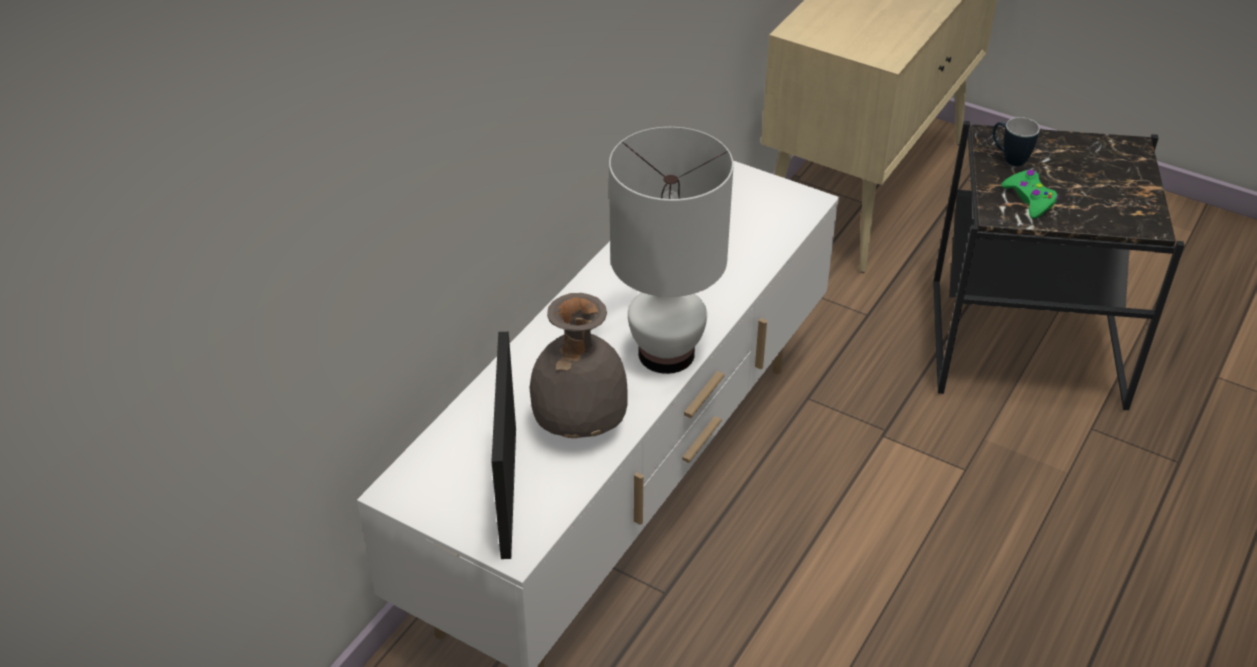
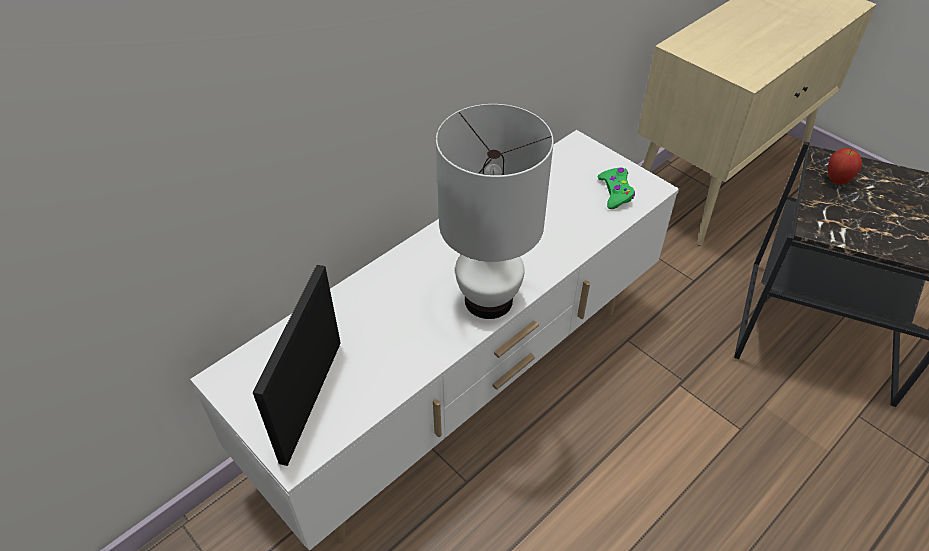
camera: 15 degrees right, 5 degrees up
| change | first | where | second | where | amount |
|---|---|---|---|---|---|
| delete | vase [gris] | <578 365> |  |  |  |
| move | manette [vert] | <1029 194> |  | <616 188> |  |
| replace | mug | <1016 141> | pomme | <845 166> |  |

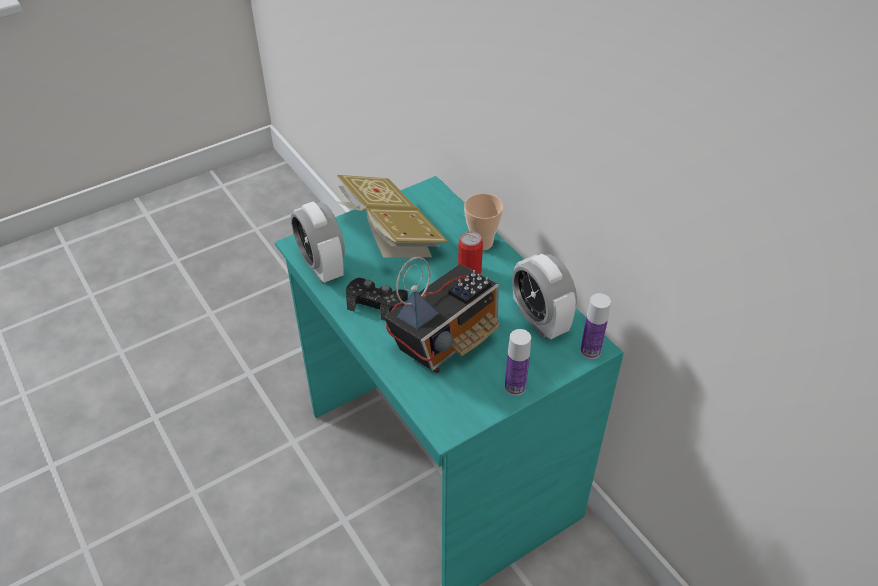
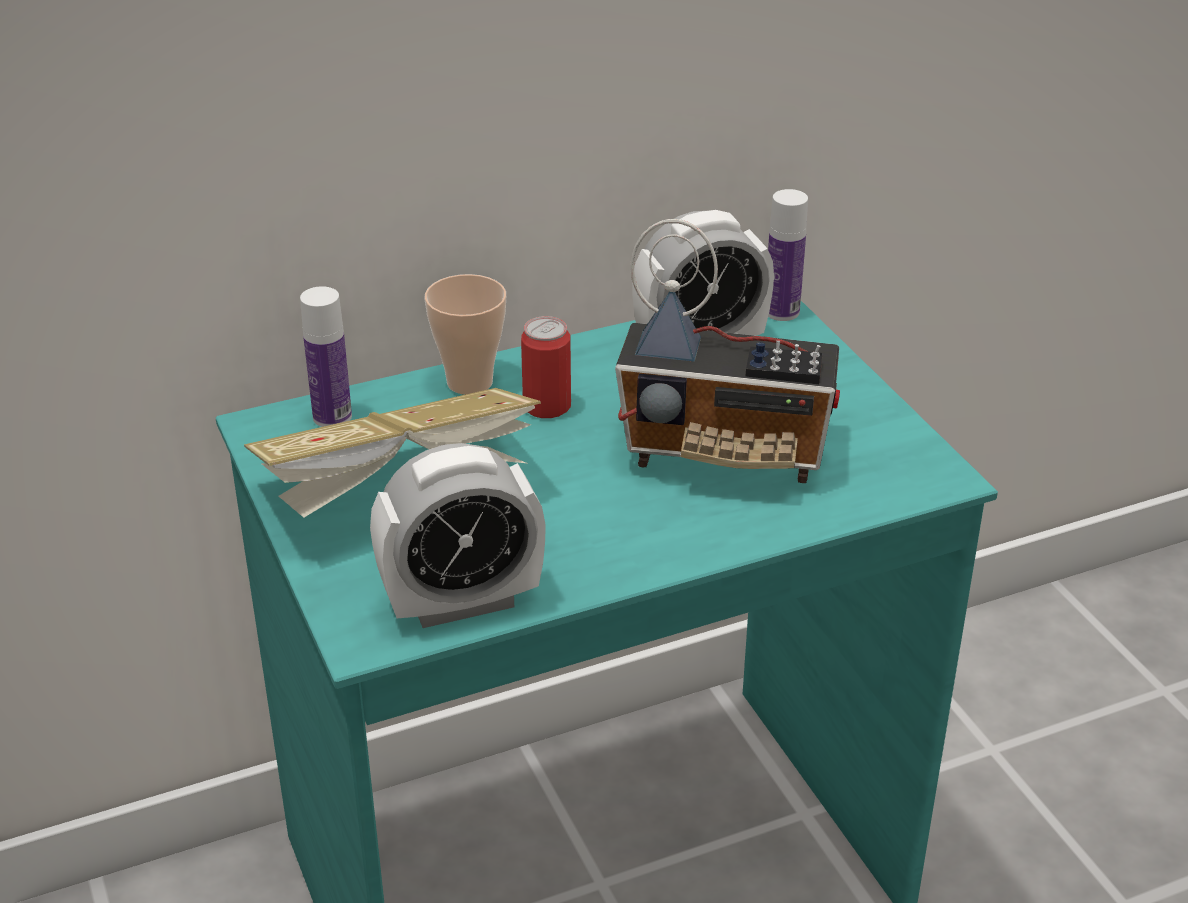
camera: 80 degrees left, 10 degrees down
| change | first | where | second | where | amount |
|---|---|---|---|---|---|
| delete | manette [noir] | <377 299> |  |  |  |
| move | bouteille | <518 362> |  | <326 356> |  |
| rotate | radio | <442 314> |  | <727 351> | 135 degrees clockwise |

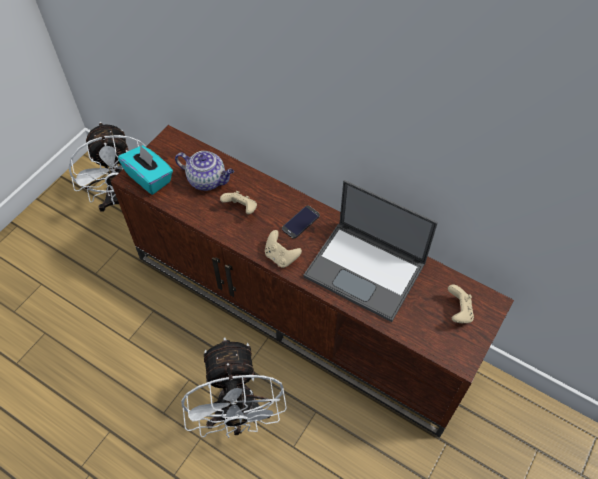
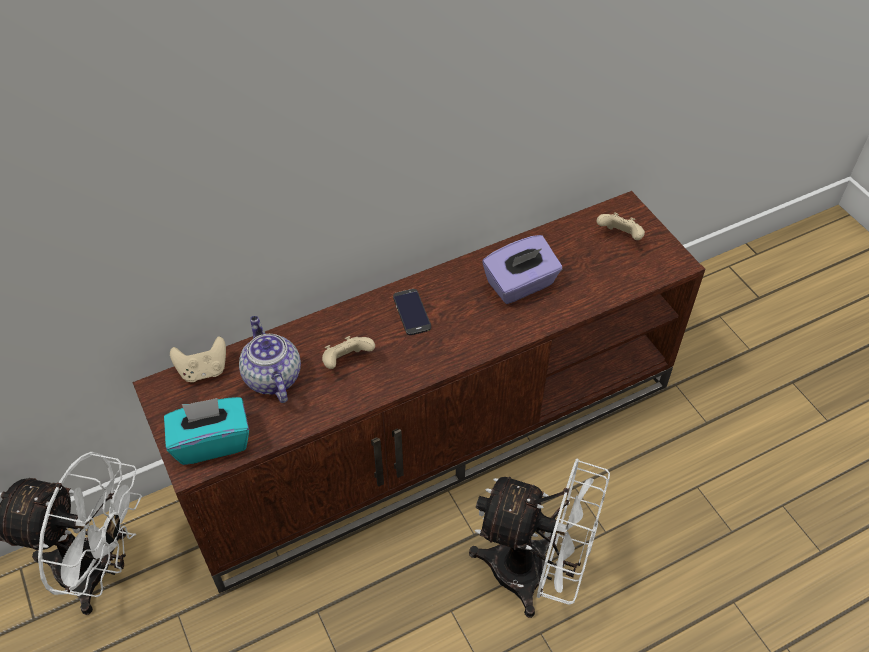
camera: 60 degrees left, 5 degrees down
| change | first | where | second | where | amount |
|---|---|---|---|---|---|
| move | manette [beige] | <283 249> |  | <198 359> |  |
| replace | ordinateur portable | <370 251> | boîte à mouchoirs [violet] | <522 269> |  |
| rotate | théière | <204 171> |  | <270 359> | 75 degrees counterclockwise |

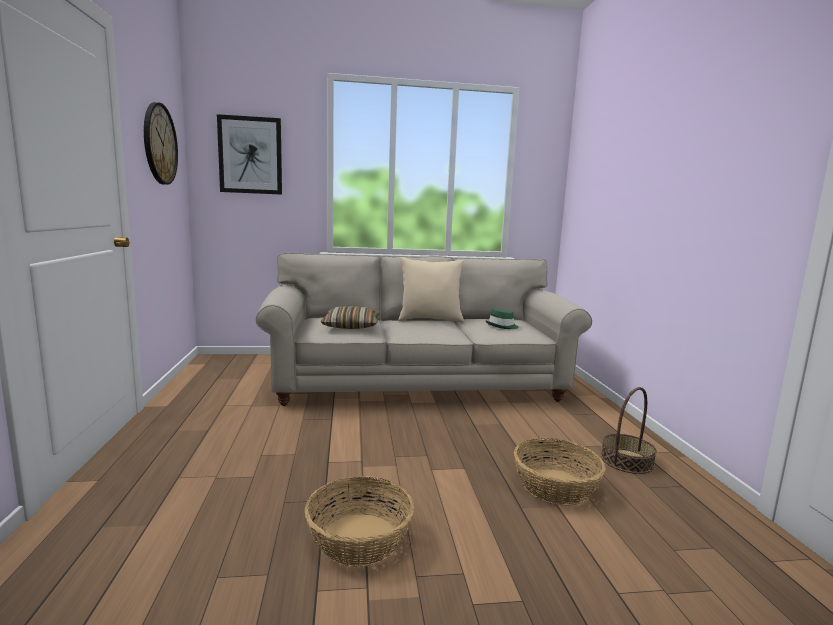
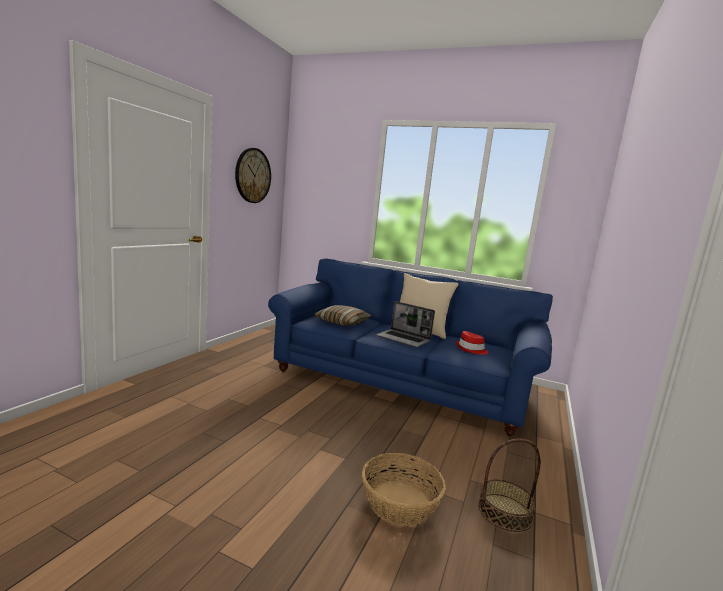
camera: 30 degrees right, 0 degrees up
| change | first | where | second | where | amount |
|---|---|---|---|---|---|
| delete | tableau | <249 154> |  |  |  |
| delete | panier | <359 521> |  |  |  |
| insert |  |  | ordinateur portable | <405 324> |  |
| recolor | canapé [beige] | <424 329> | canapé [bleu] | <410 347> |  |
| recolor | chapeau [vert] | <502 318> | chapeau [rouge] | <472 343> |  |

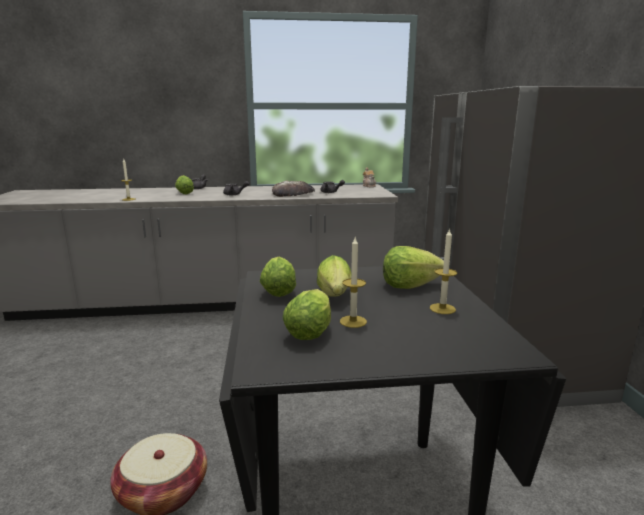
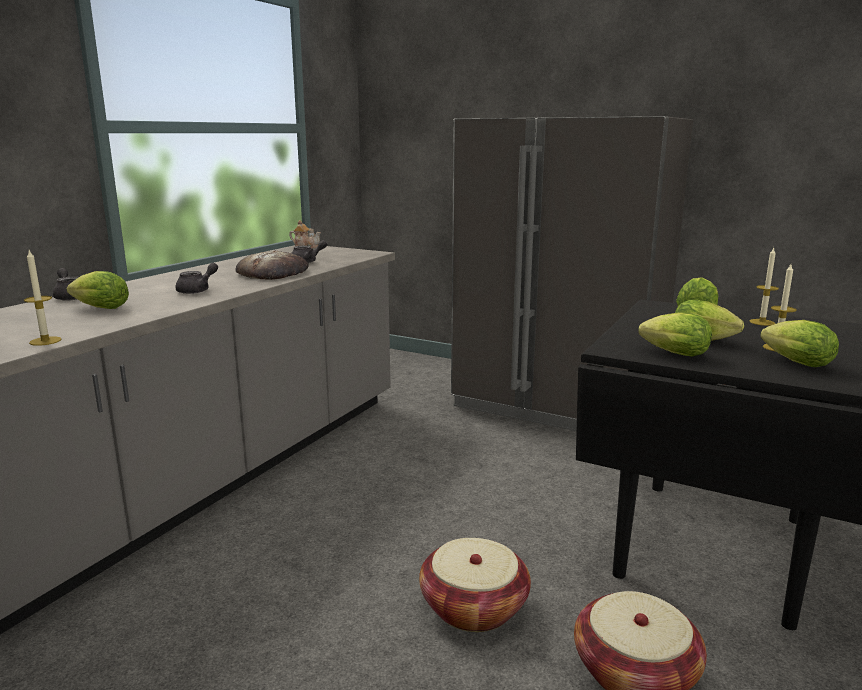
camera: 55 degrees left, 0 degrees up
| change | first | where | second | where | amount |
|---|---|---|---|---|---|
| insert |  |  | panier | <475 585> |  |

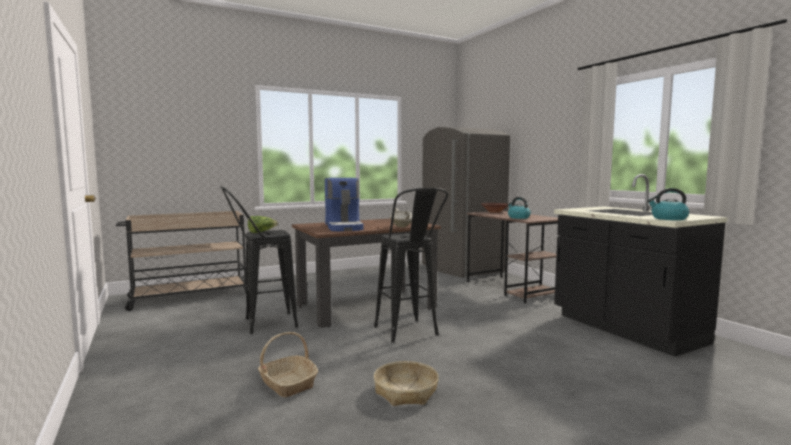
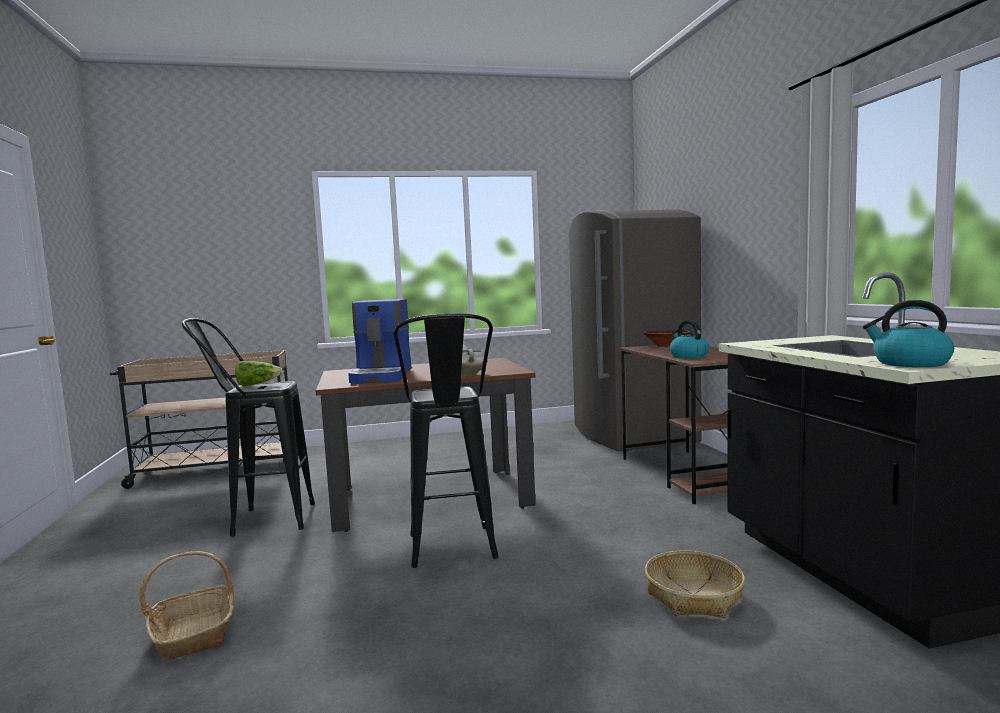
camera: 15 degrees right, 0 degrees up
| change | first | where | second | where | amount |
|---|---|---|---|---|---|
| move | panier | <406 383> |  | <695 584> |  |

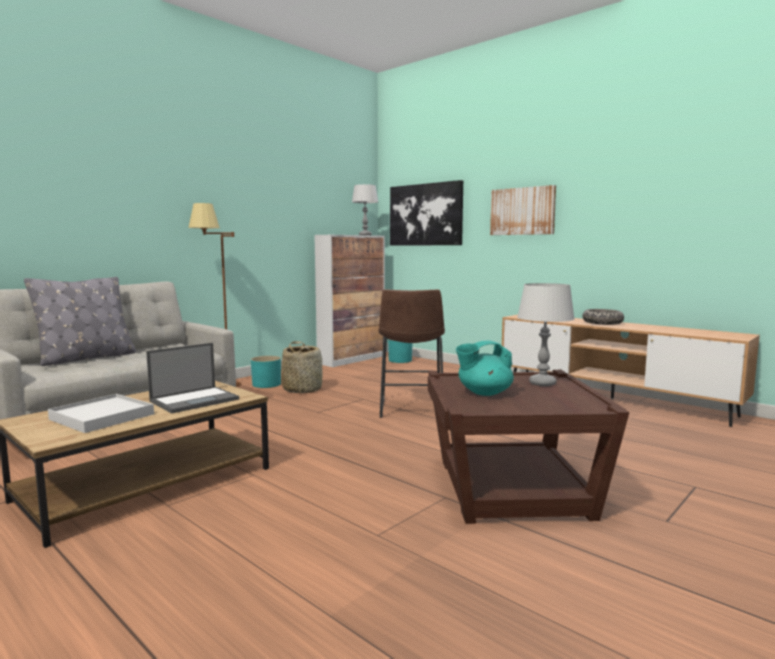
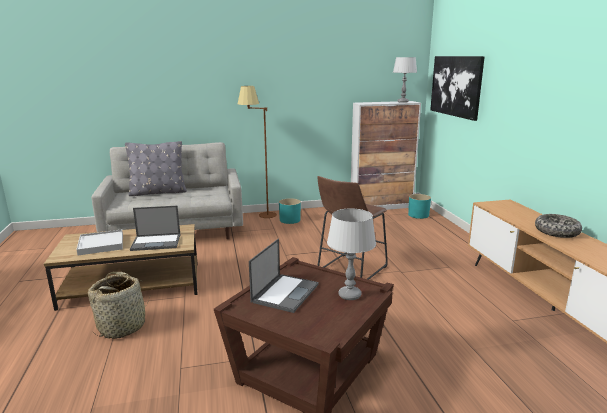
camera: 35 degrees right, 10 degrees up
| change | first | where | second | where | amount |
|---|---|---|---|---|---|
| delete | tableau | <523 210> |  |  |  |
| move | panier | <301 367> |  | <118 305> |  |
| replace | théière [turquoise] | <485 368> | ordinateur portable | <284 276> |  |

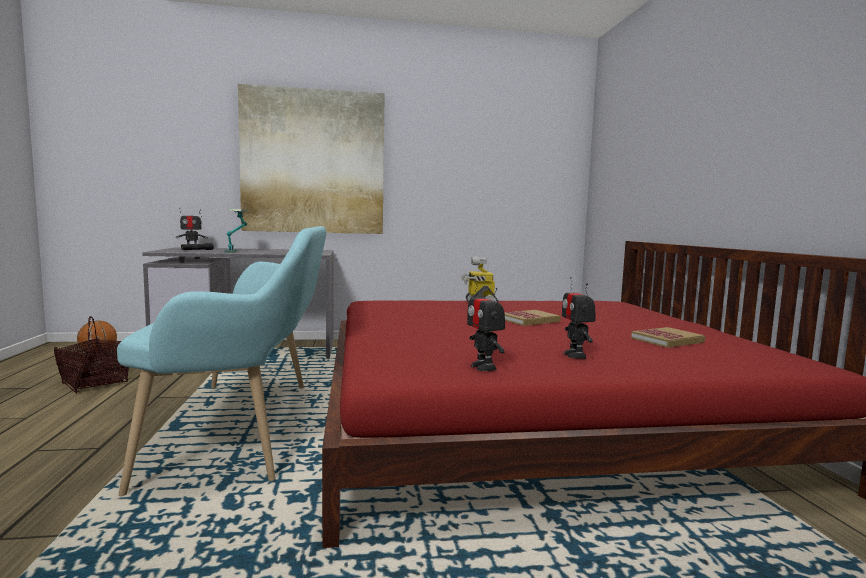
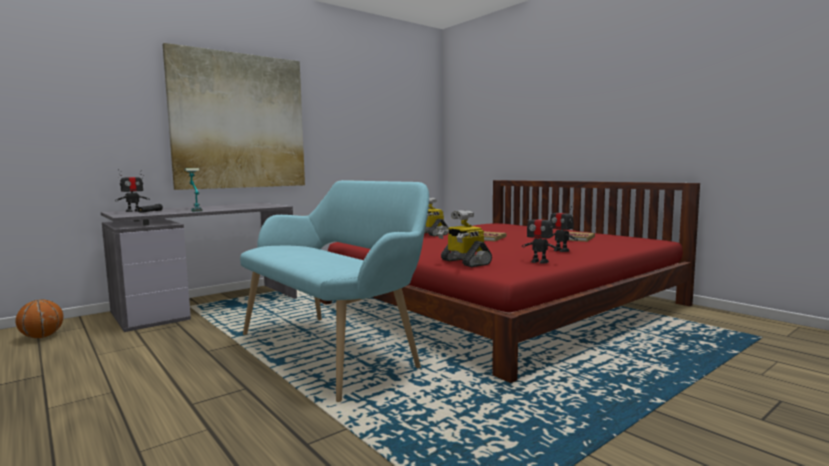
camera: 30 degrees left, 0 degrees up
| change | first | where | second | where | amount |
|---|---|---|---|---|---|
| delete | panier | <91 354> |  |  |  |
| insert |  |  | robot jouet | <465 238> |  |

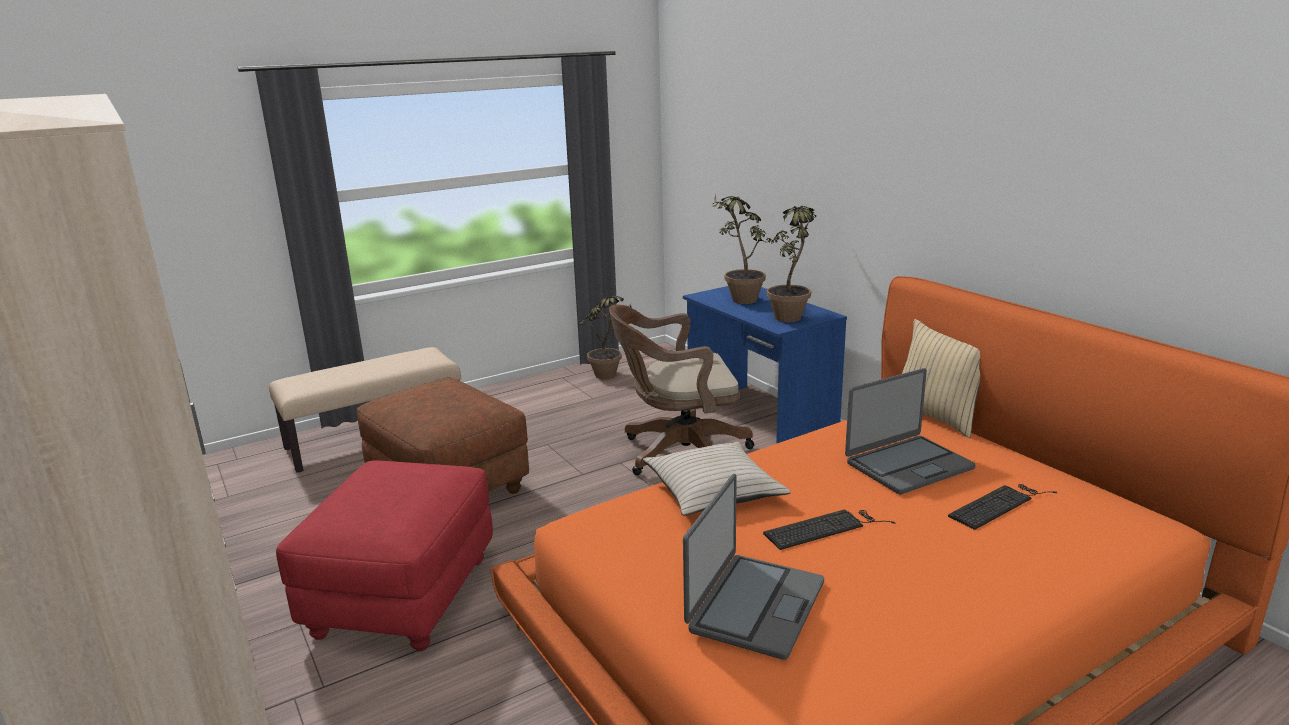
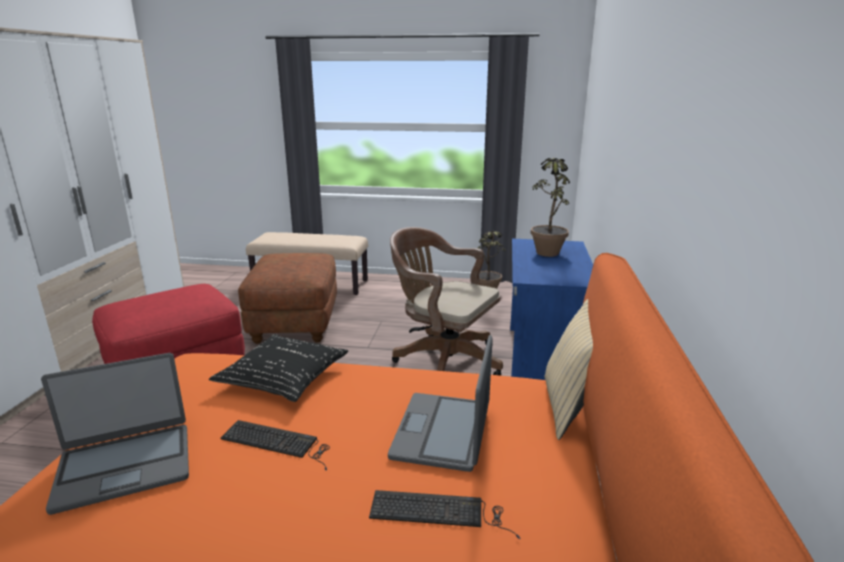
camera: 40 degrees right, 0 degrees up
| change | first | where | second | where | amount |
|---|---|---|---|---|---|
| delete | plante en pot | <791 263> |  |  |  |
| recolor | coussin [beige] | <717 479> | coussin [noir] | <278 368> |  |
| rotate | ordinateur portable | <910 431> |  | <440 403> | 90 degrees clockwise |

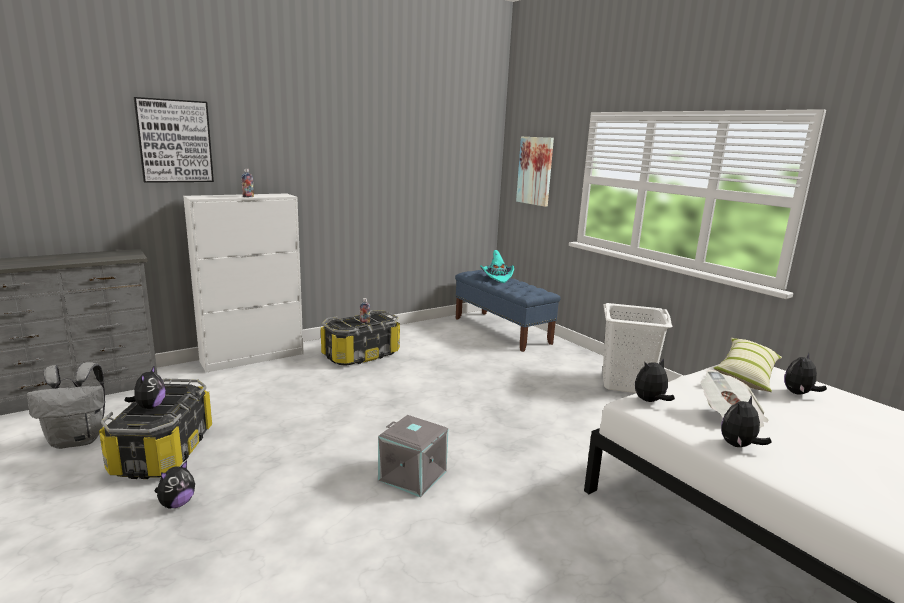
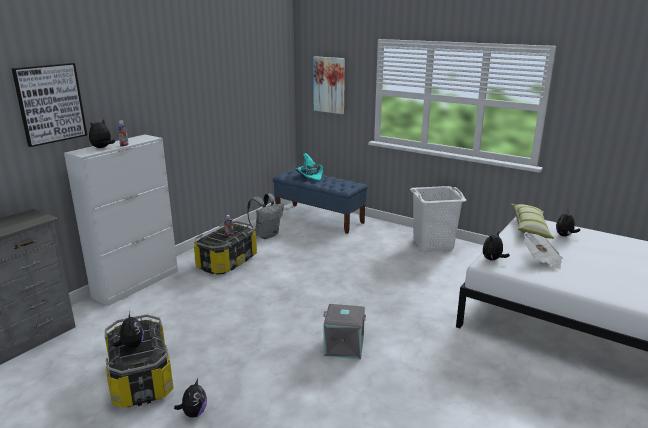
camera: 20 degrees left, 5 degrees up
| change | first | where | second | where | amount |
|---|---|---|---|---|---|
| move | sac à dos [gris] | <66 405> |  | <265 216> |  |
| move | peluche | <746 421> |  | <102 133> |  |

